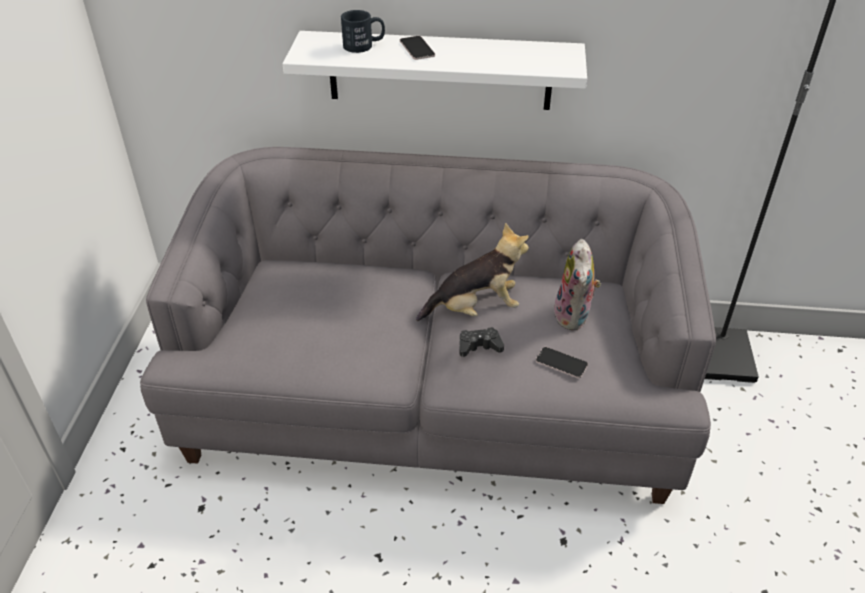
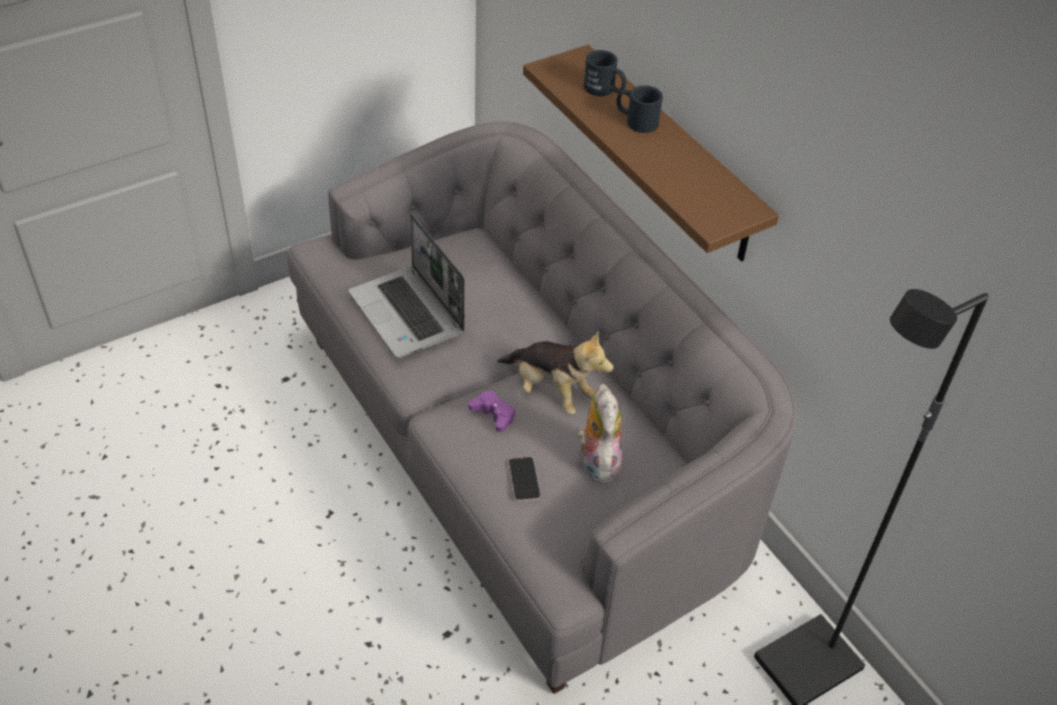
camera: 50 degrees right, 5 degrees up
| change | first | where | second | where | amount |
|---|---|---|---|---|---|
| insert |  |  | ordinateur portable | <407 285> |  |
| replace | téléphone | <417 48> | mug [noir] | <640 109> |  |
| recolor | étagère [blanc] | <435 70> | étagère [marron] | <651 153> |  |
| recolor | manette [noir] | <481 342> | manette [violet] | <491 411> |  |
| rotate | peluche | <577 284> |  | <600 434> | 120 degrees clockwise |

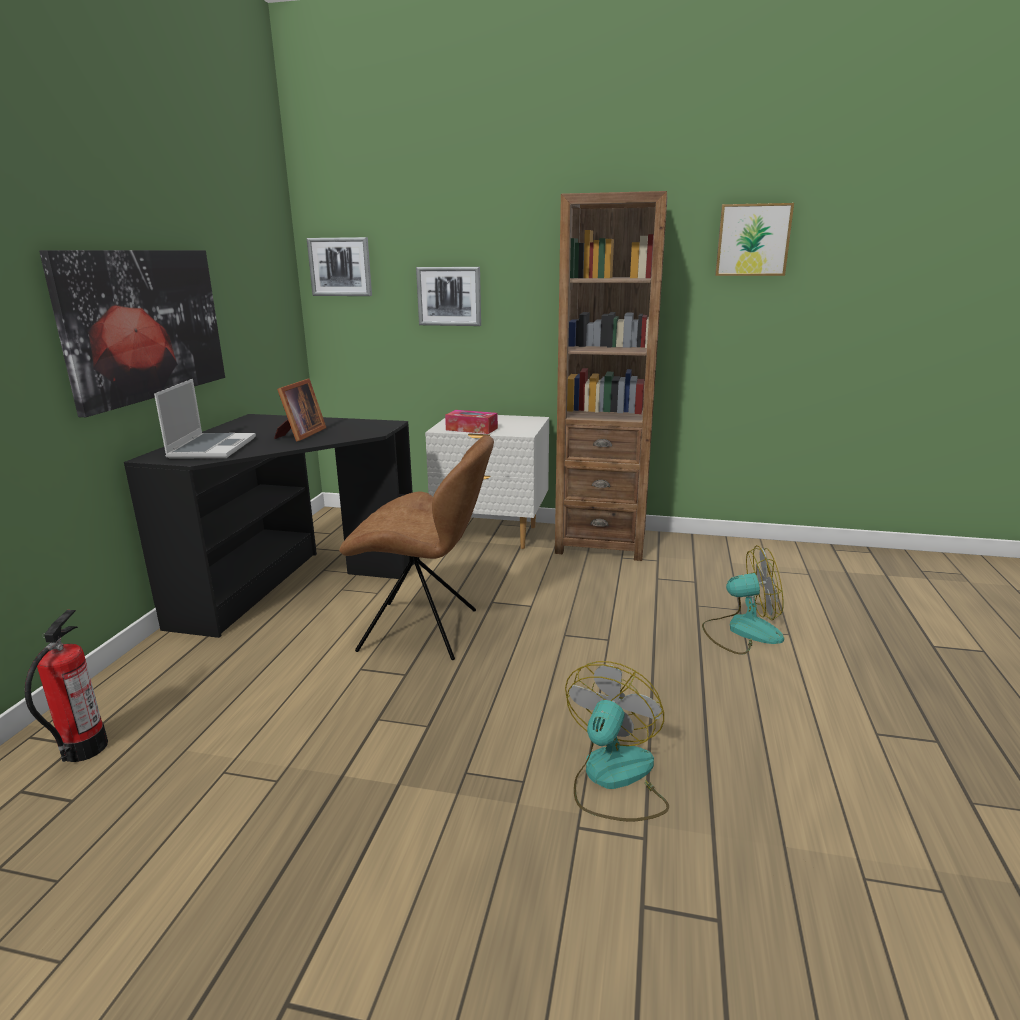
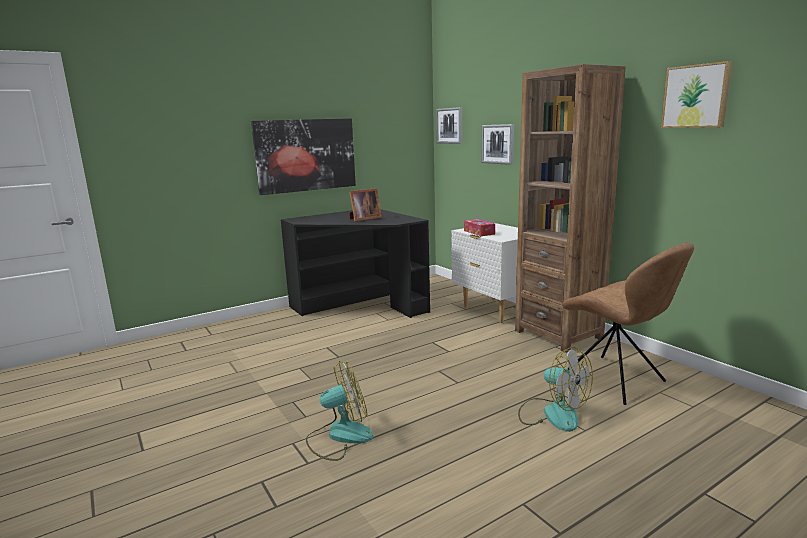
camera: 45 degrees right, 5 degrees down
| change | first | where | second | where | amount |
|---|---|---|---|---|---|
| delete | extincteur | <66 686> |  |  |  |
| delete | ordinateur portable | <205 418> |  |  |  |
| move | chaise [marron] | <416 547> |  | <628 324> |  |

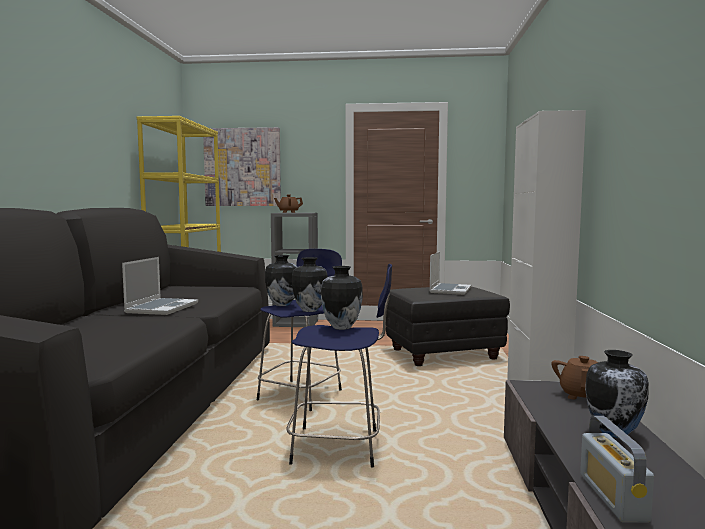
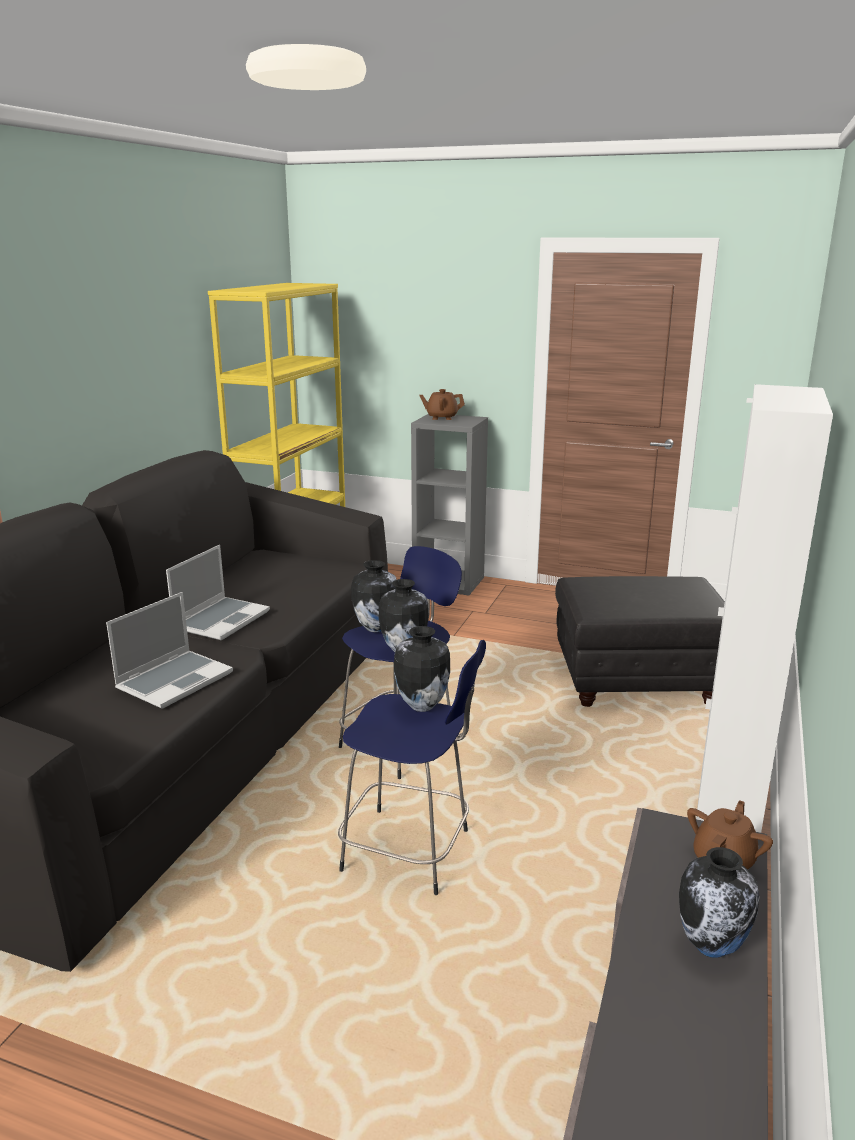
camera: 15 degrees right, 15 degrees up
| change | first | where | second | where | amount |
|---|---|---|---|---|---|
| delete | tableau | <242 166> |  |  |  |
| delete | radio | <617 469> |  |  |  |
| move | ordinateur portable | <450 273> |  | <169 650> |  |

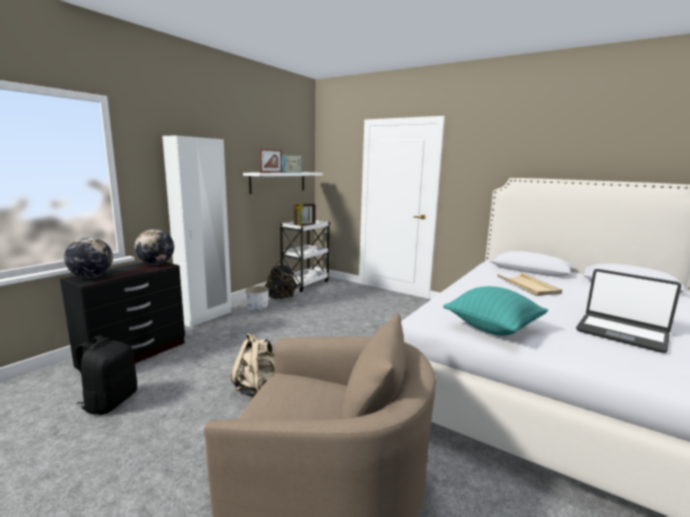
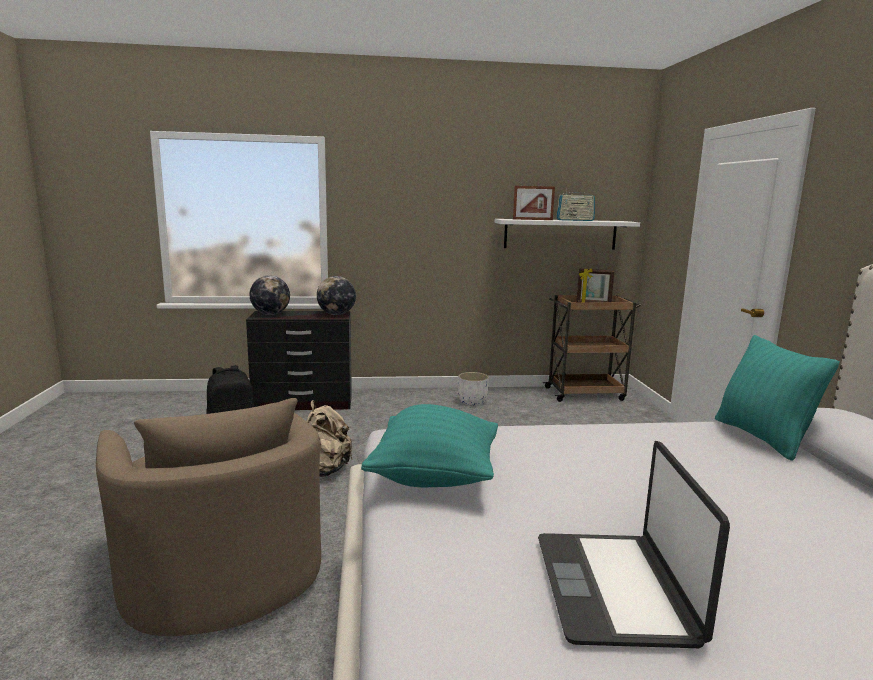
camera: 50 degrees right, 0 degrees up
| change | first | where | second | where | amount |
|---|---|---|---|---|---|
| delete | armoire [blanc] | <197 231> |  |  |  |
| delete | sac à dos [noir] | <281 280> |  |  |  |
| delete | plateau [beige] | <529 284> |  |  |  |
| insert |  |  | coussin [turquoise] | <777 398> |  |
| recolor | chariot [blanc] | <304 256> | chariot [marron] | <592 348> |  |

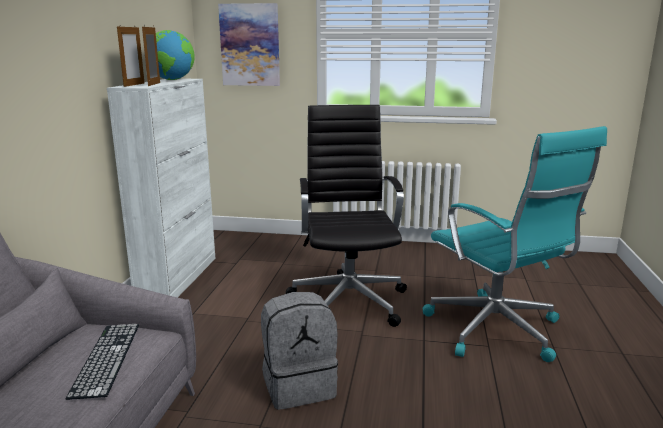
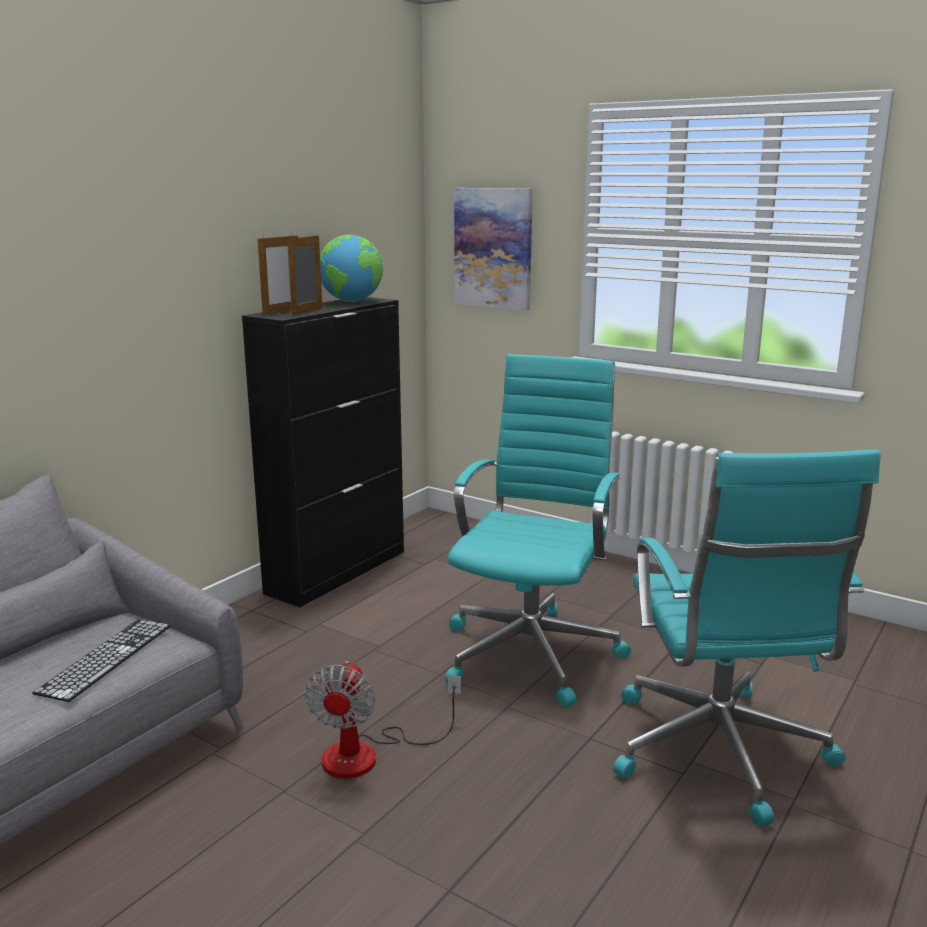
camera: 25 degrees right, 0 degrees up
| change | first | where | second | where | amount |
|---|---|---|---|---|---|
| replace | sac à dos [gris] | <299 351> | ventilateur | <383 720> |  |
| recolor | meuble de rangement [blanc] | <161 187> | meuble de rangement [noir] | <323 452> |  |
| recolor | chaise de bureau [noir] | <346 216> | chaise de bureau [turquoise] | <538 530> |  |

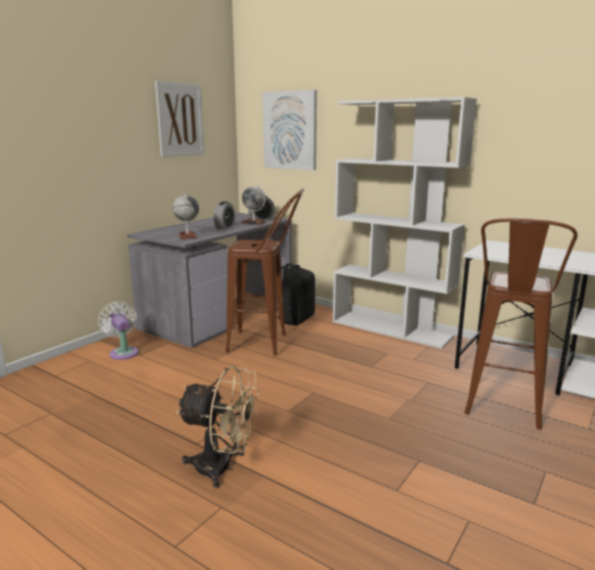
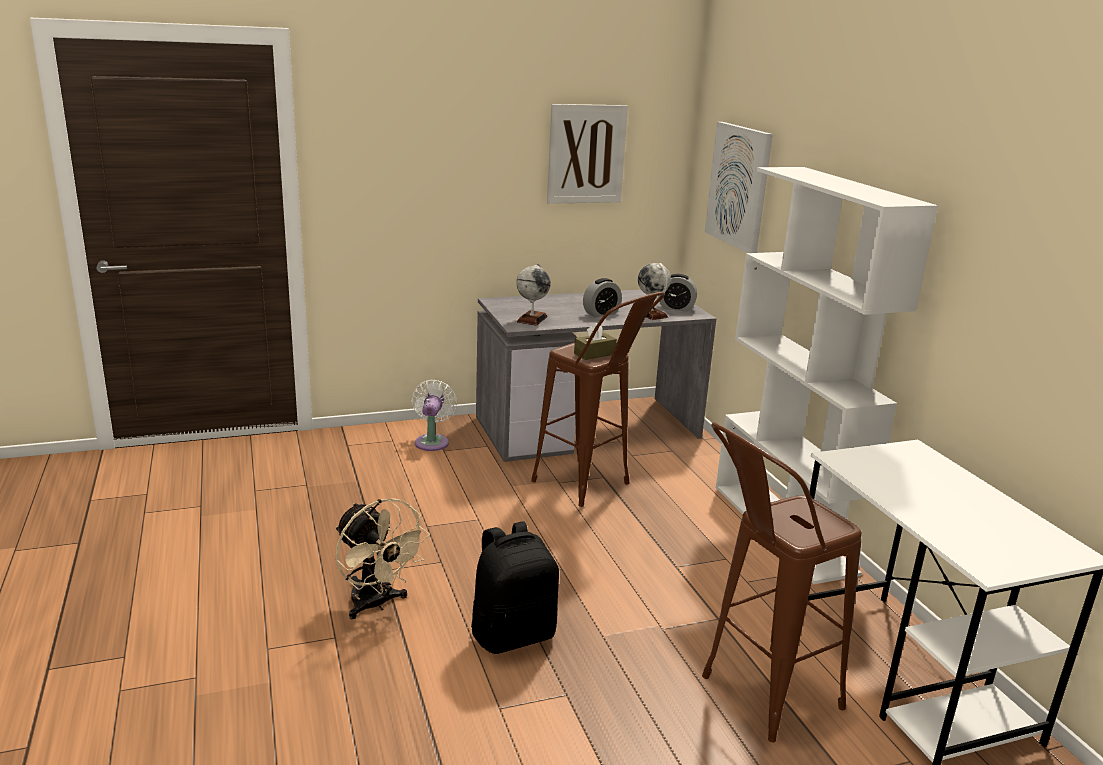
camera: 35 degrees right, 5 degrees up
| change | first | where | second | where | amount |
|---|---|---|---|---|---|
| insert |  |  | boîte à mouchoirs [marron] | <595 341> |  |
| move | sac à dos [noir] | <296 294> |  | <515 587> |  |

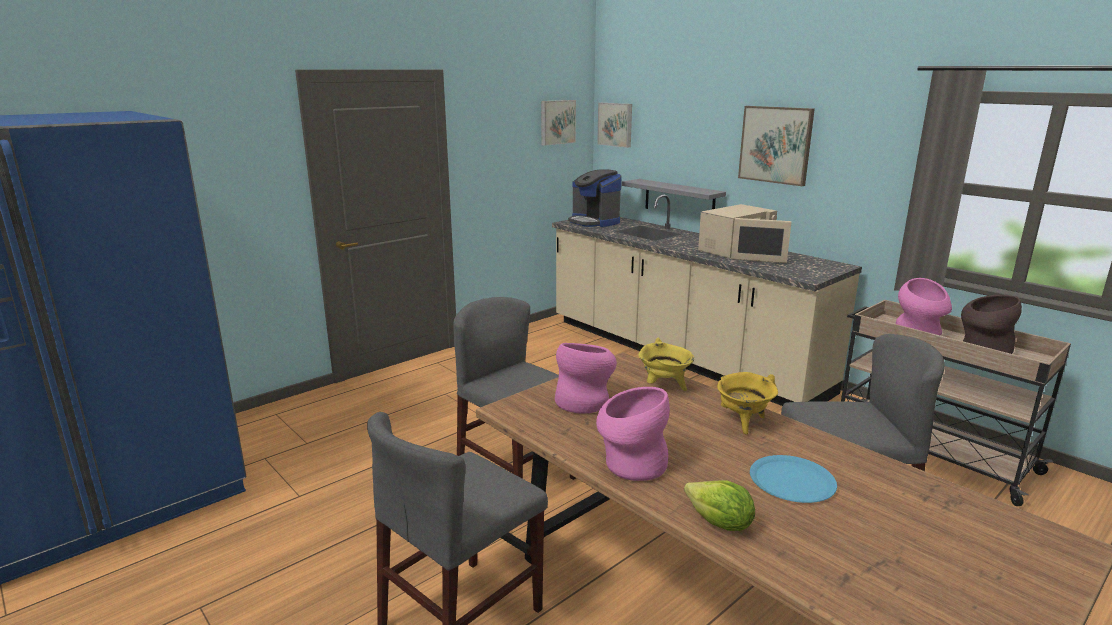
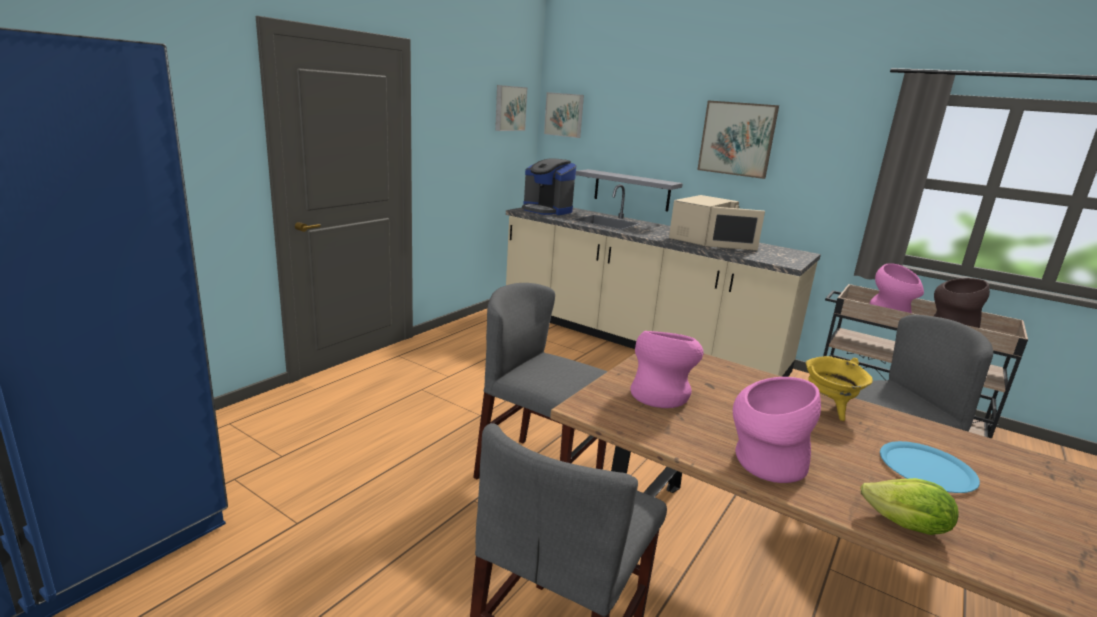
camera: 15 degrees left, 0 degrees up
| change | first | where | second | where | amount |
|---|---|---|---|---|---|
| delete | marmite [jaune] | <666 364> |  |  |  |

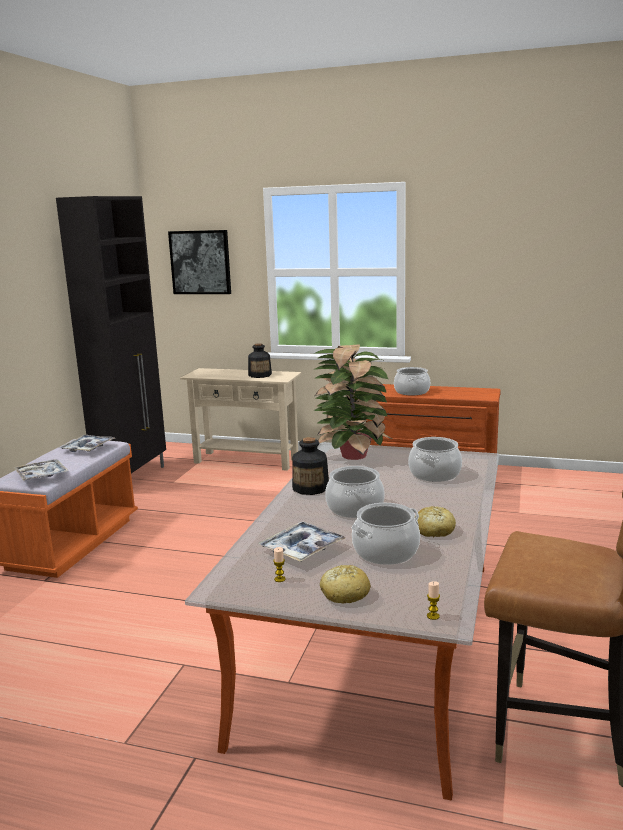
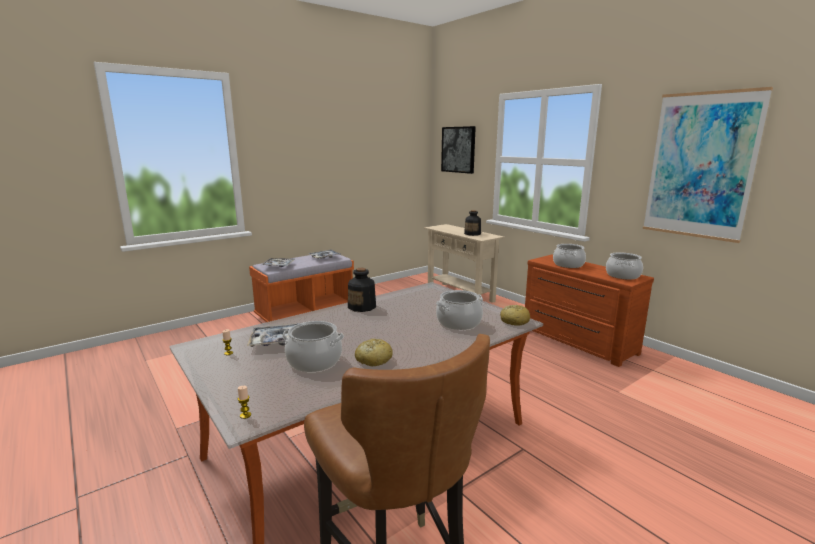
camera: 35 degrees right, 0 degrees up
| change | first | where | second | where | amount |
|---|---|---|---|---|---|
| delete | meuble de rangement [noir] | <111 334> |  |  |  |
| delete | plante en pot | <352 402> |  |  |  |
| insert |  |  | tableau | <708 165> |  |
| move | pain | <345 584> |  | <515 315> |  |
| move | marmite | <355 492> |  | <624 266> |  |

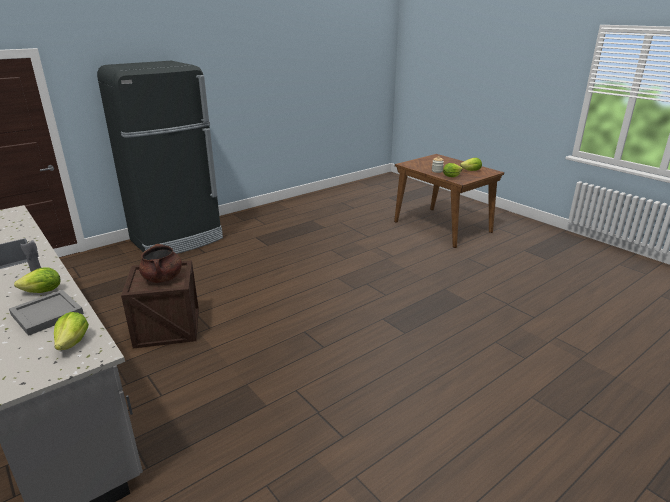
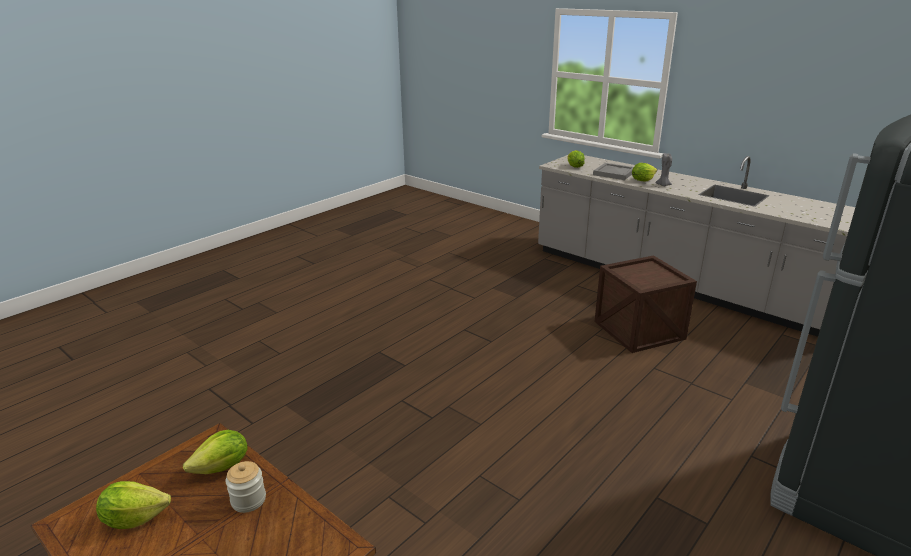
camera: 170 degrees right, 0 degrees up
| change | first | where | second | where | amount |
|---|---|---|---|---|---|
| delete | marmite [marron] | <160 263> |  |  |  |

